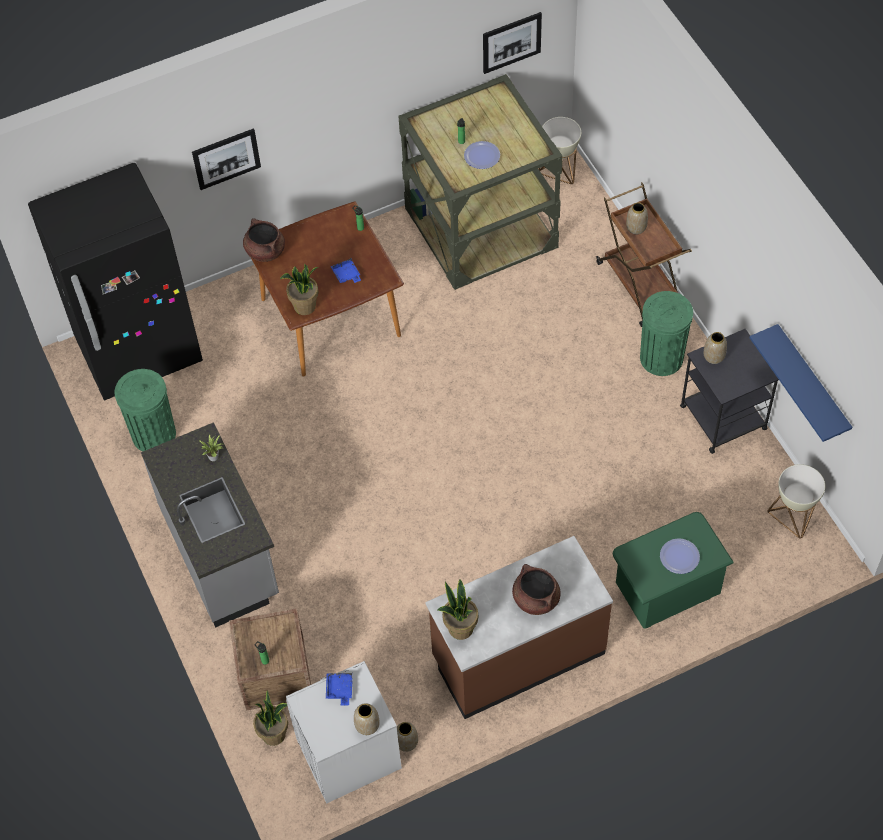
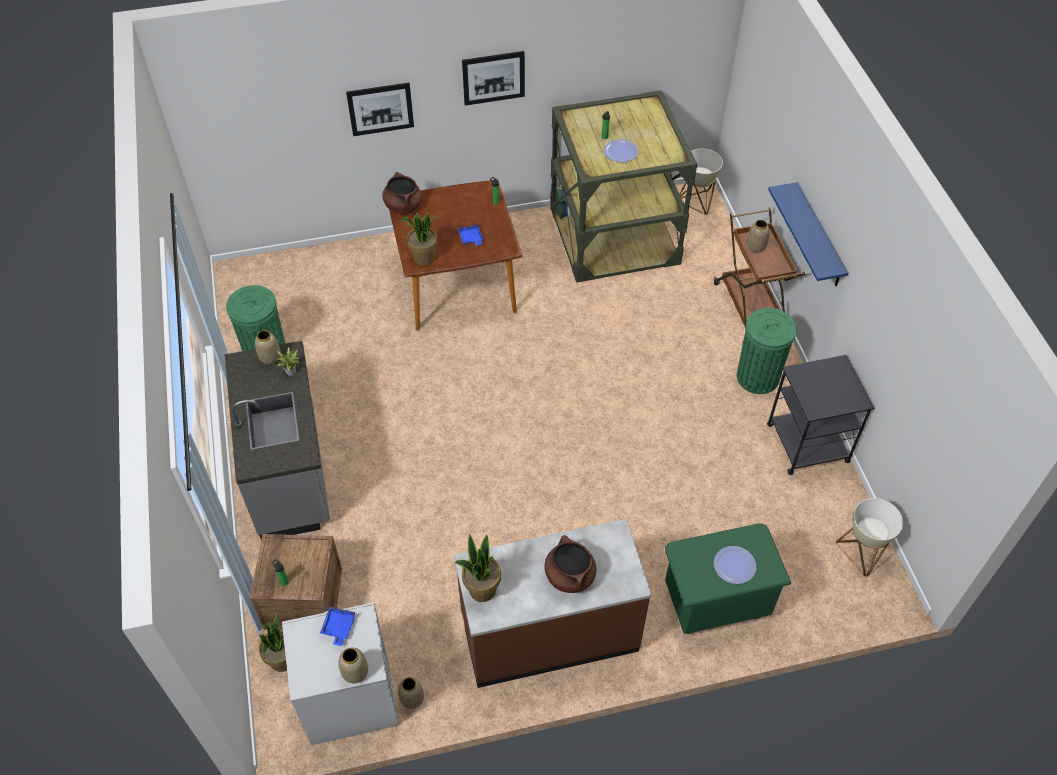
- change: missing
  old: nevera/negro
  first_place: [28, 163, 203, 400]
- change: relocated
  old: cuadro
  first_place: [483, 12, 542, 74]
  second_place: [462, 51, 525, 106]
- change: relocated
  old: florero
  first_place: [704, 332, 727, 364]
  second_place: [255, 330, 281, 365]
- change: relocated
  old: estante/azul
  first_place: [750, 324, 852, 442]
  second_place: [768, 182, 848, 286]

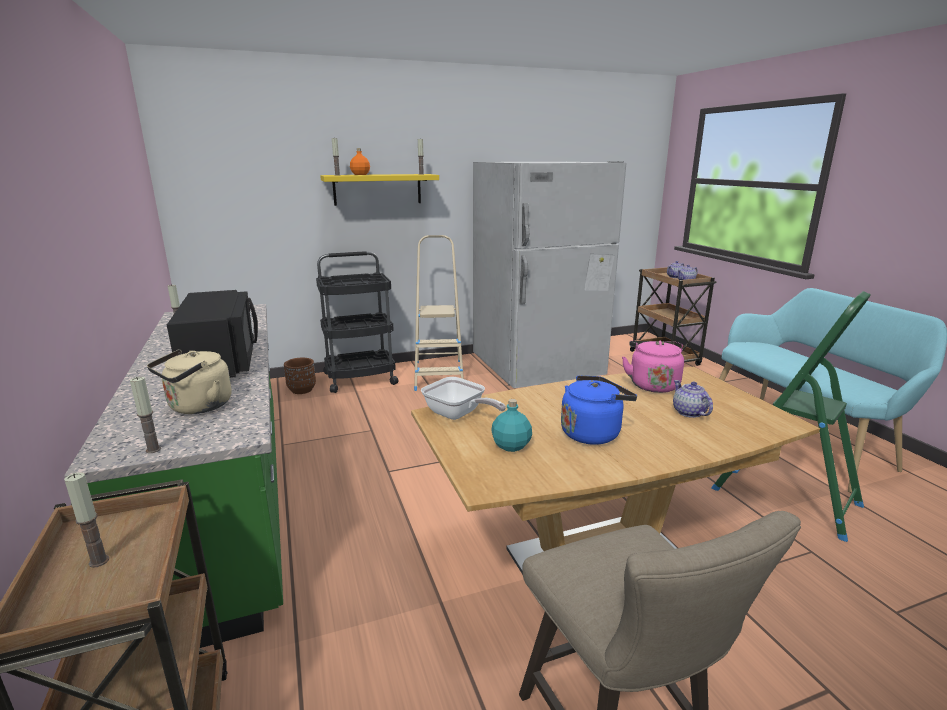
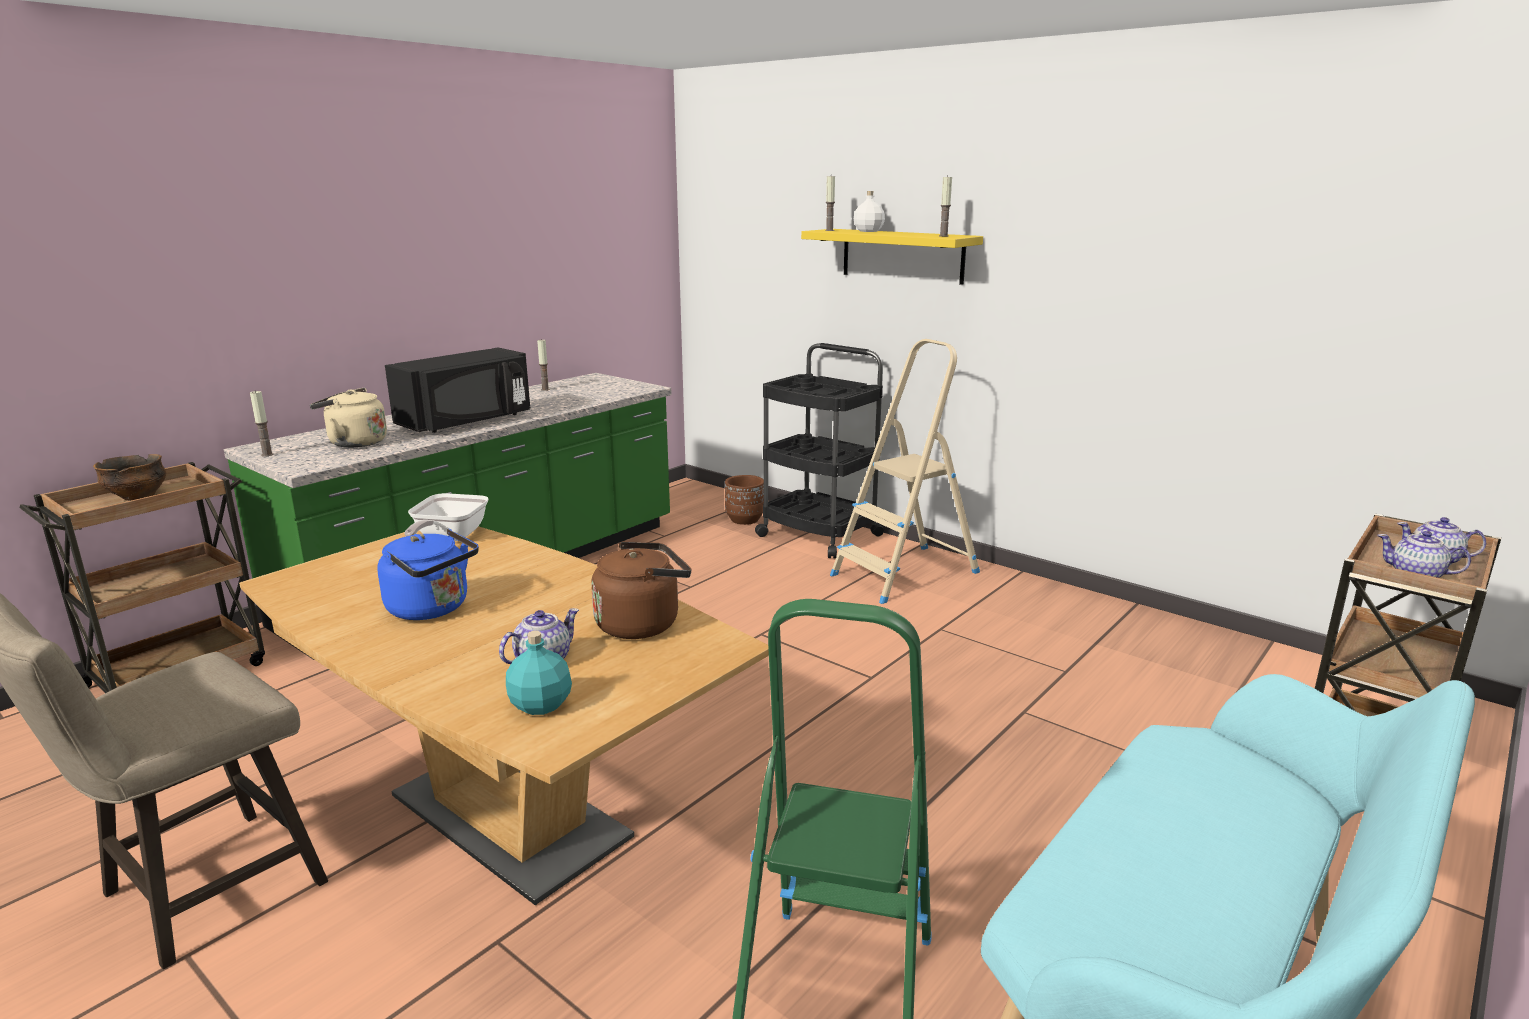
- change: exchanged
  old: vela
  new: cuenco
  first_place: [64, 472, 109, 568]
  second_place: [93, 454, 166, 501]
- change: colour
  old: botella/naranja
  new: botella/blanco
  first_place: [350, 148, 370, 175]
  second_place: [854, 191, 885, 232]
- change: missing
  old: nevera/blanco
  first_place: [473, 161, 626, 388]
- change: relocated
  old: botella/turquesa
  first_place: [491, 399, 532, 452]
  second_place: [506, 631, 572, 715]
- change: colour
  old: hervidor/rosa
  new: hervidor/marrón
  first_place: [622, 341, 684, 393]
  second_place: [591, 542, 691, 639]

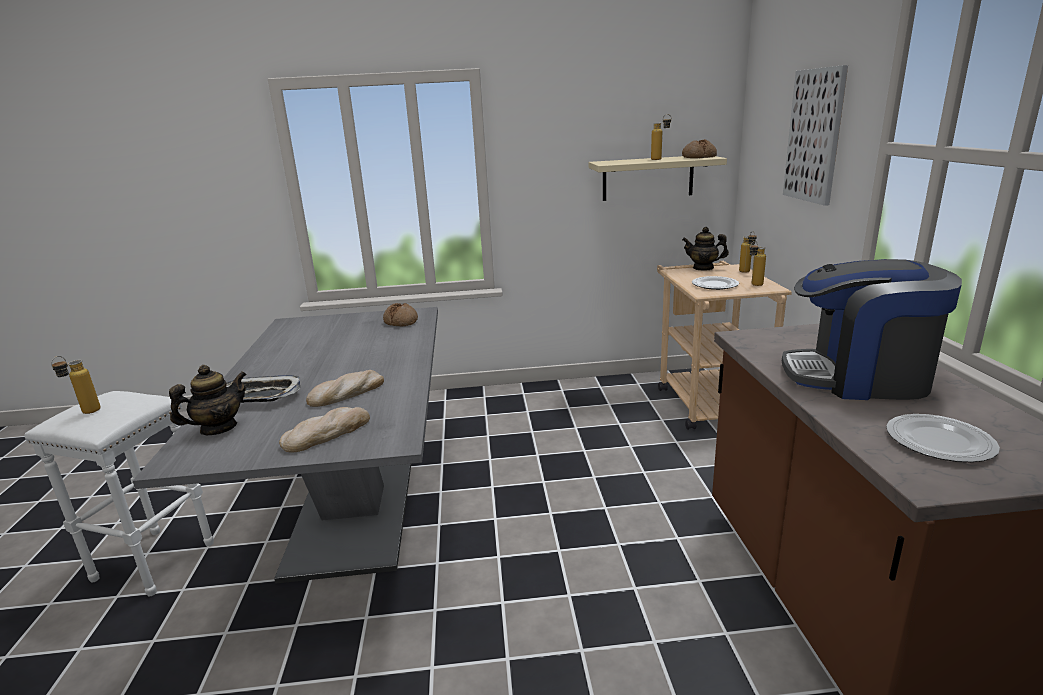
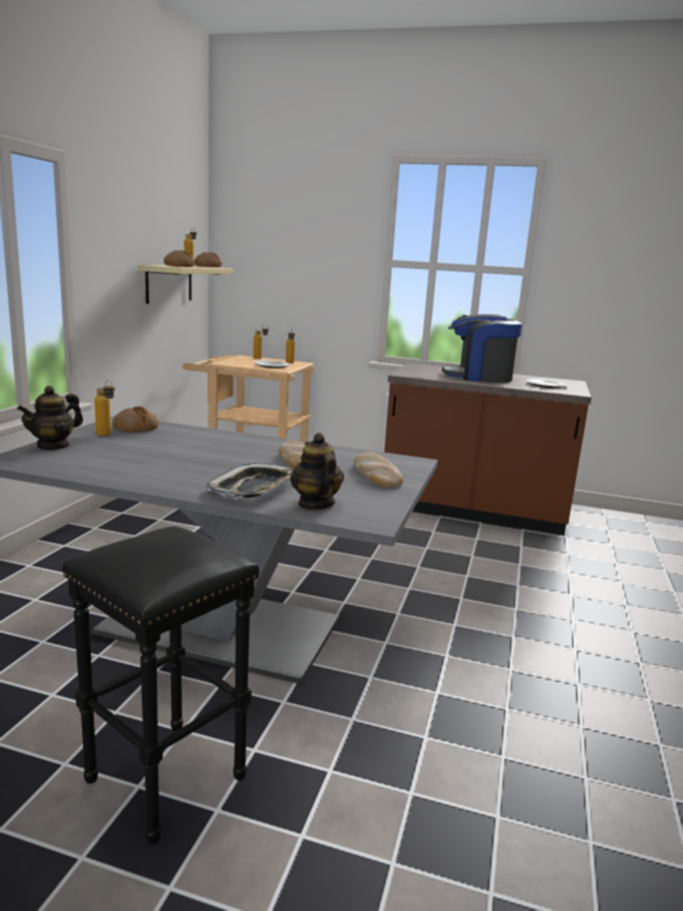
- change: colour
  old: taburete/blanco
  new: taburete/negro
  first_place: [25, 391, 214, 596]
  second_place: [62, 526, 259, 844]
- change: relocated
  old: botella
  first_place: [51, 356, 101, 414]
  second_place: [95, 380, 115, 436]
- change: relocated
  old: tetera
  first_place: [682, 227, 729, 271]
  second_place: [17, 386, 83, 450]
- change: spun
  old: cafetera
  first_place: [782, 259, 962, 400]
  second_place: [442, 314, 522, 383]
  degrees: 60
- change: missing
  old: cuadro
  first_place: [783, 65, 848, 206]
- change: appeared
  new: pan
  second_place: [164, 250, 195, 267]

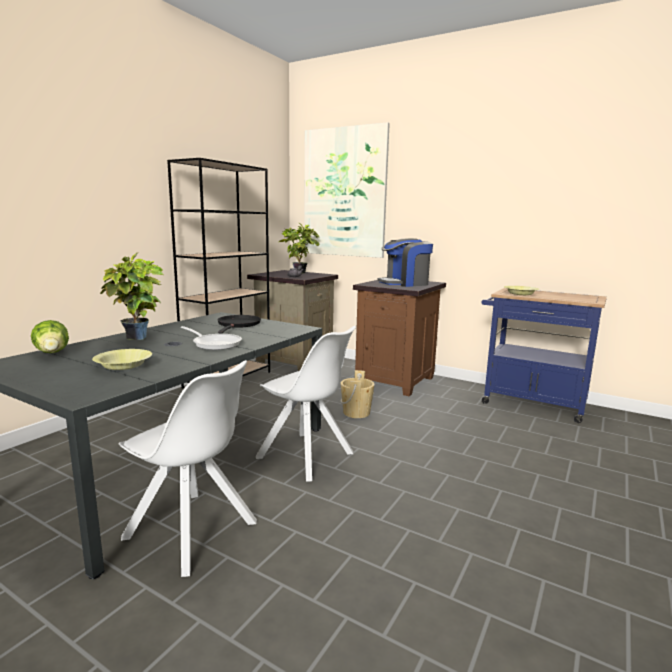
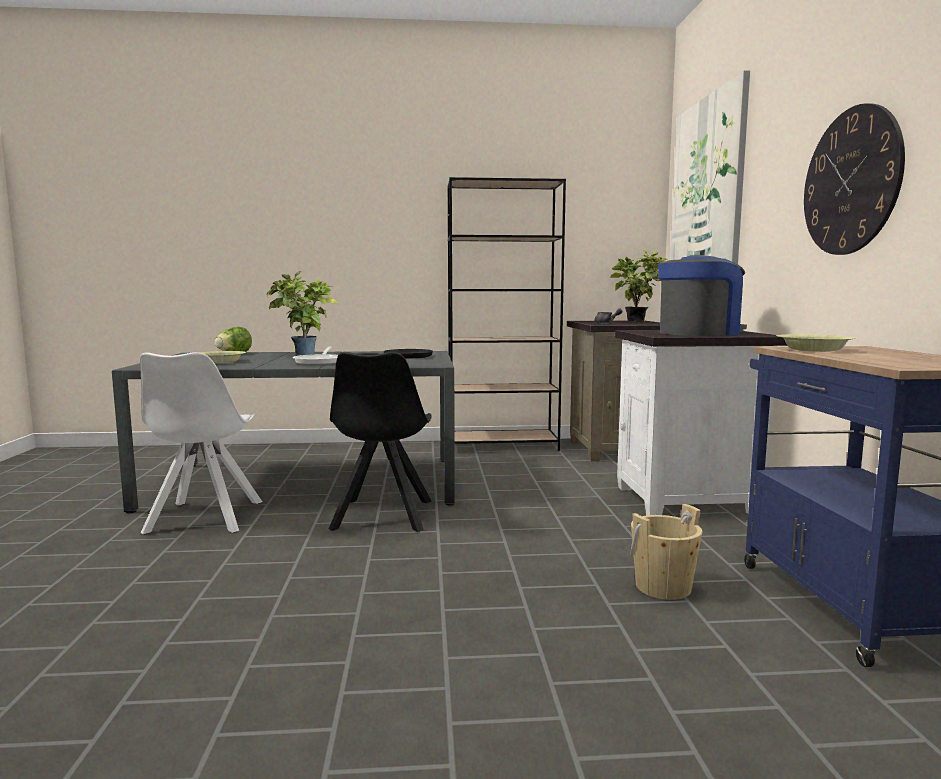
- change: colour
  old: silla/blanco
  new: silla/negro
  first_place: [256, 326, 356, 481]
  second_place: [329, 352, 432, 532]
- change: relocated
  old: cubo/beis
  first_place: [340, 370, 375, 418]
  second_place: [630, 504, 702, 600]
- change: colour
  old: armario/marrón
  new: armario/blanco
  first_place: [353, 280, 446, 396]
  second_place: [615, 330, 787, 515]
- change: spun
  old: cafetera
  first_place: [377, 238, 433, 287]
  second_place: [658, 255, 747, 336]
  degrees: 120
- change: appeared
  new: reloj de pared
  second_place: [804, 103, 905, 255]

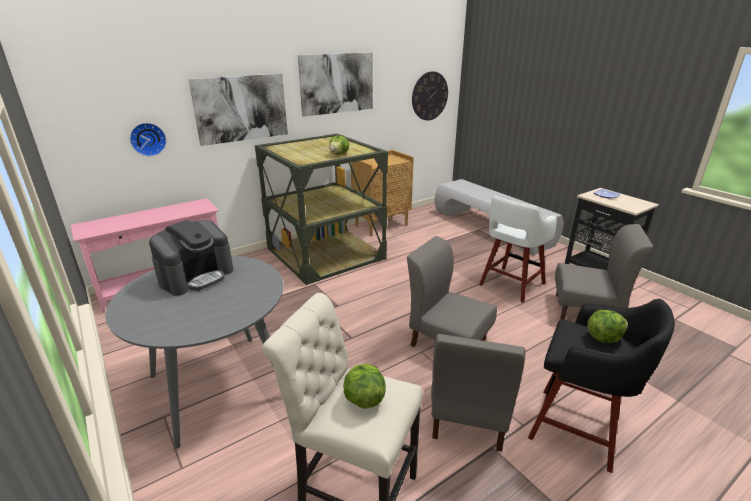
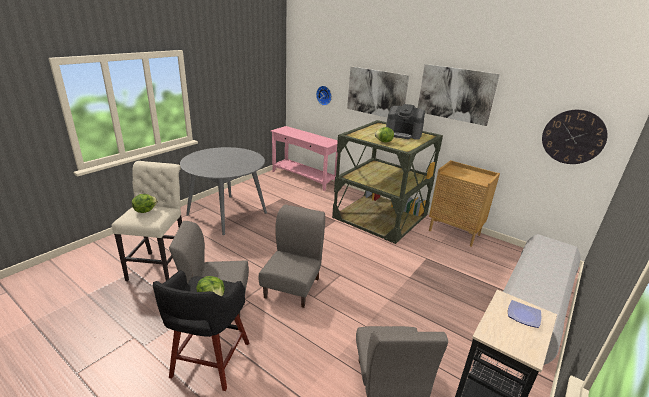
- change: relocated
  old: cafetera
  first_place: [149, 220, 233, 296]
  second_place: [386, 104, 425, 140]
- change: missing
  old: taburete/blanco
  first_place: [479, 196, 557, 303]

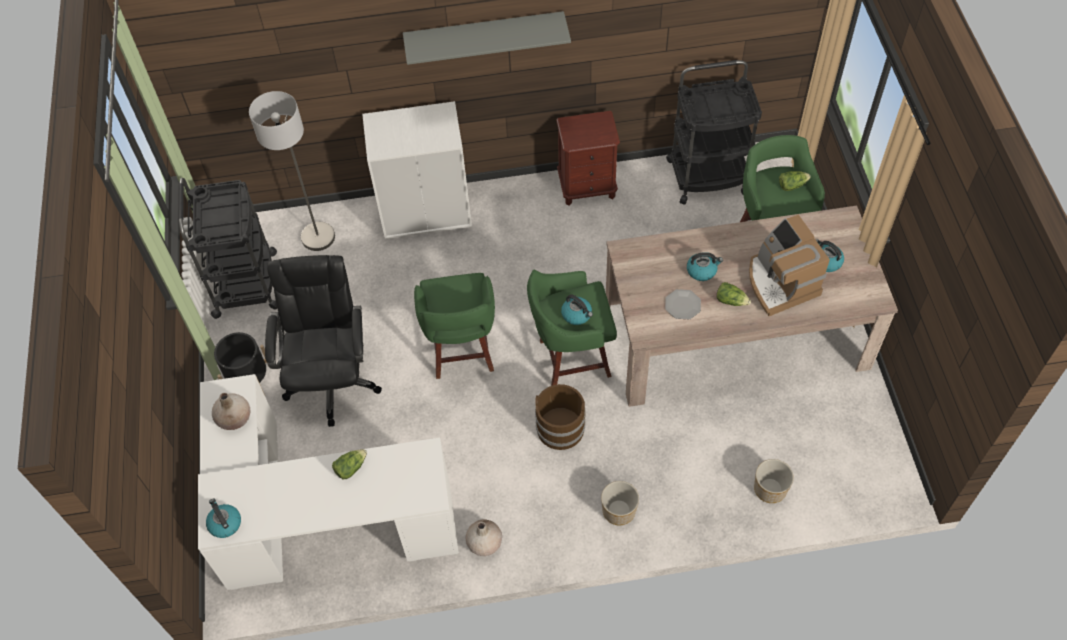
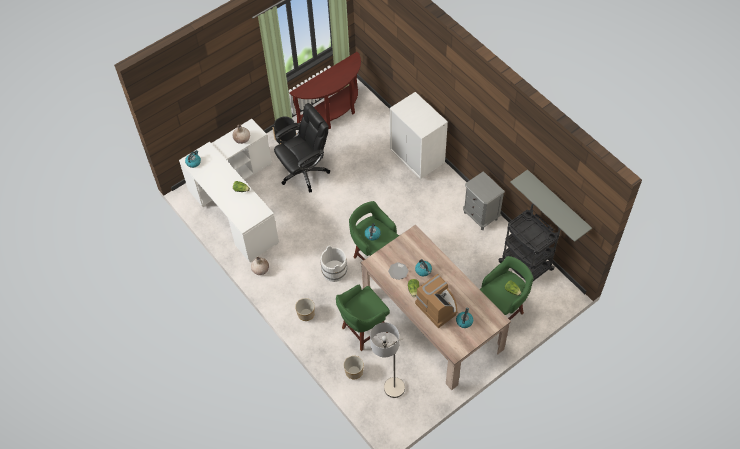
- change: exchanged
  old: carrito/negro
  new: mesa consola/marrón
  first_place: [179, 178, 277, 319]
  second_place: [289, 52, 361, 129]
- change: relocated
  old: lámpara de pie/gris
  first_place: [249, 91, 335, 251]
  second_place: [370, 322, 405, 398]
- change: relocated
  old: estante/gris
  first_place: [403, 11, 571, 65]
  second_place: [510, 170, 592, 242]
- change: relocated
  old: taburete/verde
  first_place: [414, 273, 495, 379]
  second_place: [336, 285, 390, 351]
- change: colour
  old: cubo/marrón
  new: cubo/blanco
  first_place: [535, 384, 586, 450]
  second_place: [321, 245, 347, 282]
- change: colour
  old: mesita de noche/marrón
  new: mesita de noche/gris
  first_place: [556, 111, 620, 206]
  second_place: [463, 171, 505, 230]
- change: spun
  old: cafetera
  first_place: [749, 214, 830, 316]
  second_place: [415, 274, 457, 328]
  degrees: 105

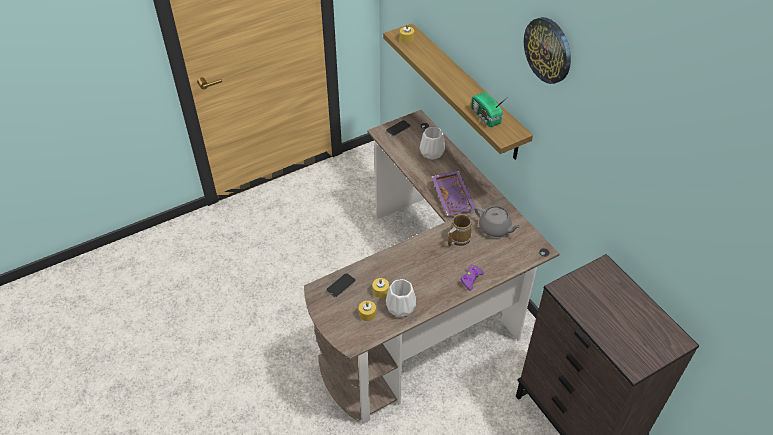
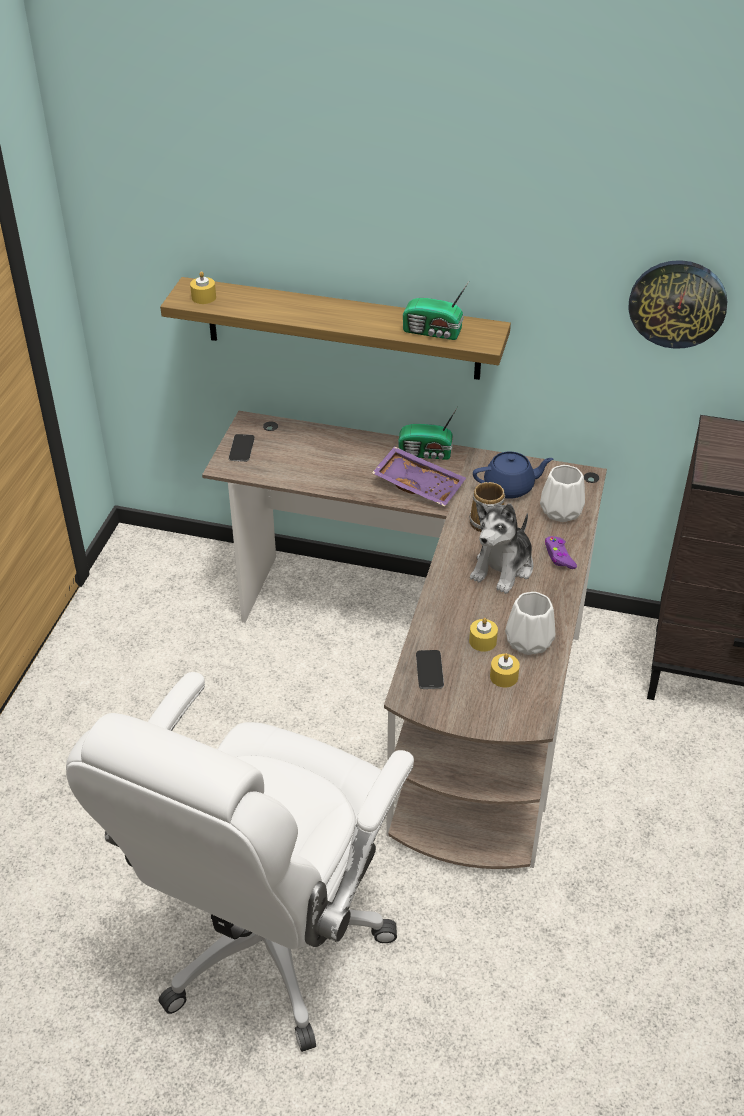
- change: relocated
  old: florero/blanco
  first_place: [420, 127, 445, 160]
  second_place: [540, 465, 585, 522]
- change: colour
  old: tetera/gris
  new: tetera/azul
  first_place: [475, 206, 522, 237]
  second_place: [473, 452, 554, 499]
- change: relocated
  old: reloj de pared
  first_place: [524, 17, 571, 84]
  second_place: [628, 260, 727, 349]
- change: appeared
  new: silla de oficina/blanco
  second_place: [66, 672, 414, 1052]
- change: appeared
  new: radio
  second_place: [398, 407, 458, 460]
- change: appeared
  new: peluche
  second_place: [470, 501, 533, 594]

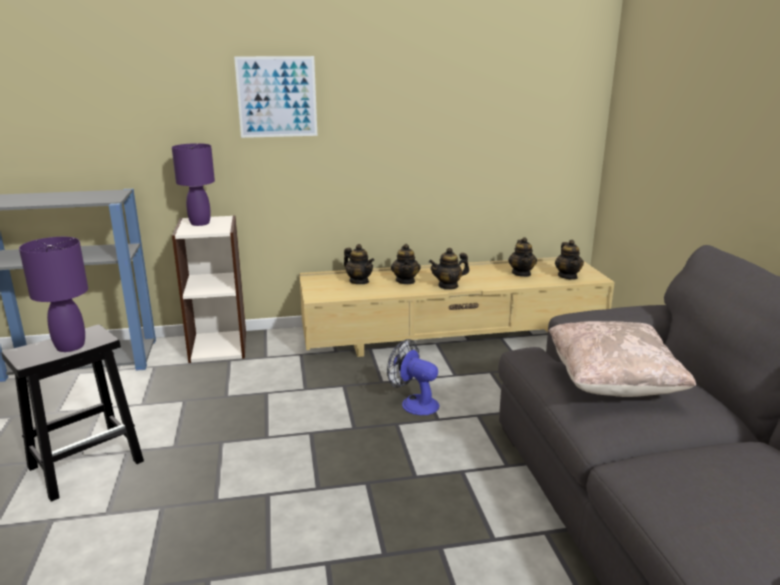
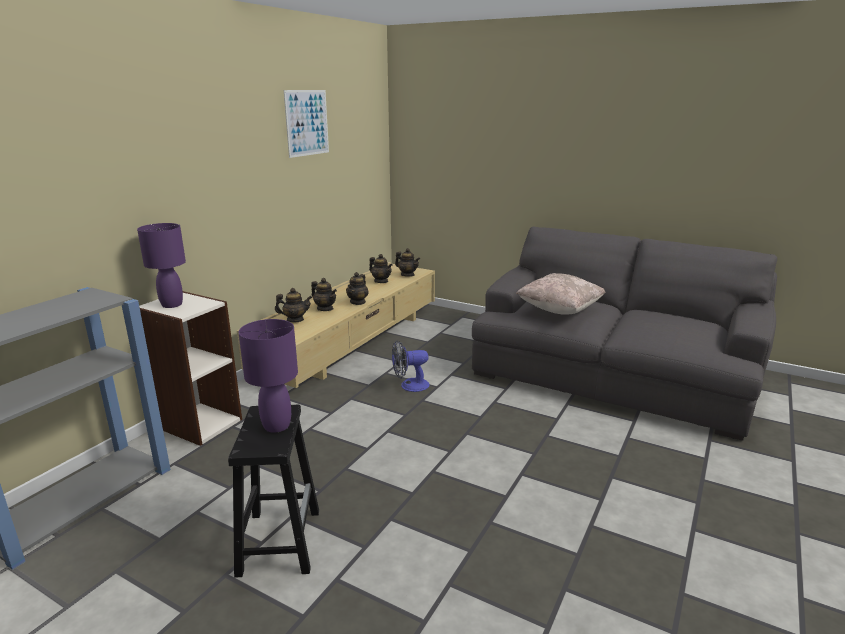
- change: relocated
  old: cuadro
  first_place: [234, 56, 317, 138]
  second_place: [284, 90, 329, 158]

